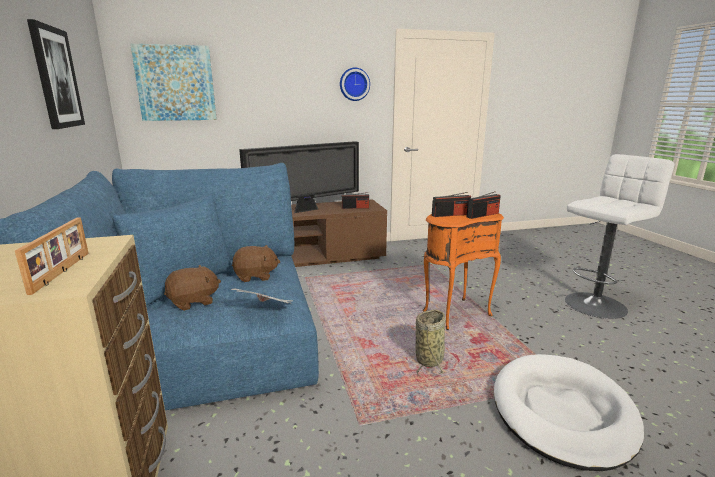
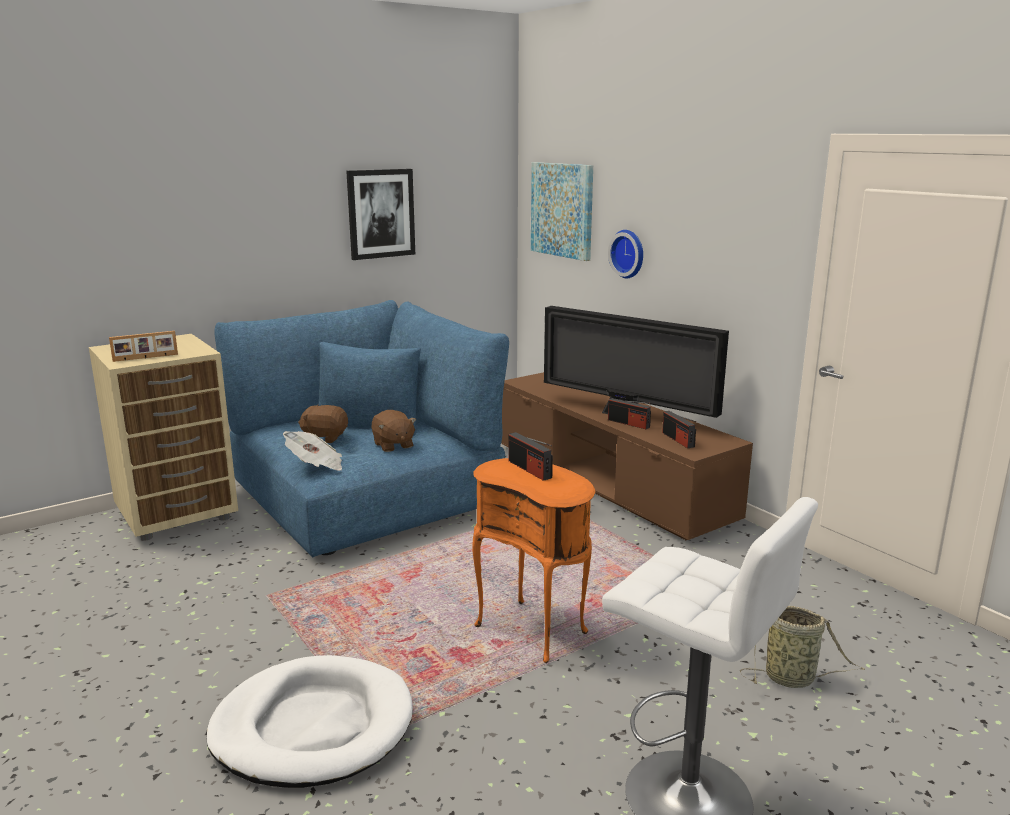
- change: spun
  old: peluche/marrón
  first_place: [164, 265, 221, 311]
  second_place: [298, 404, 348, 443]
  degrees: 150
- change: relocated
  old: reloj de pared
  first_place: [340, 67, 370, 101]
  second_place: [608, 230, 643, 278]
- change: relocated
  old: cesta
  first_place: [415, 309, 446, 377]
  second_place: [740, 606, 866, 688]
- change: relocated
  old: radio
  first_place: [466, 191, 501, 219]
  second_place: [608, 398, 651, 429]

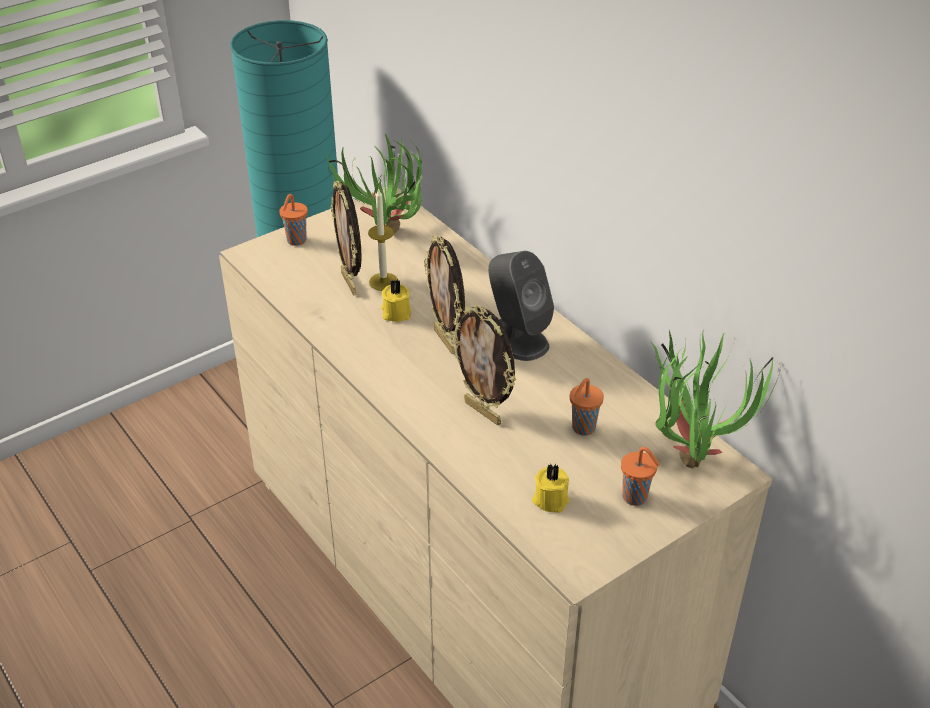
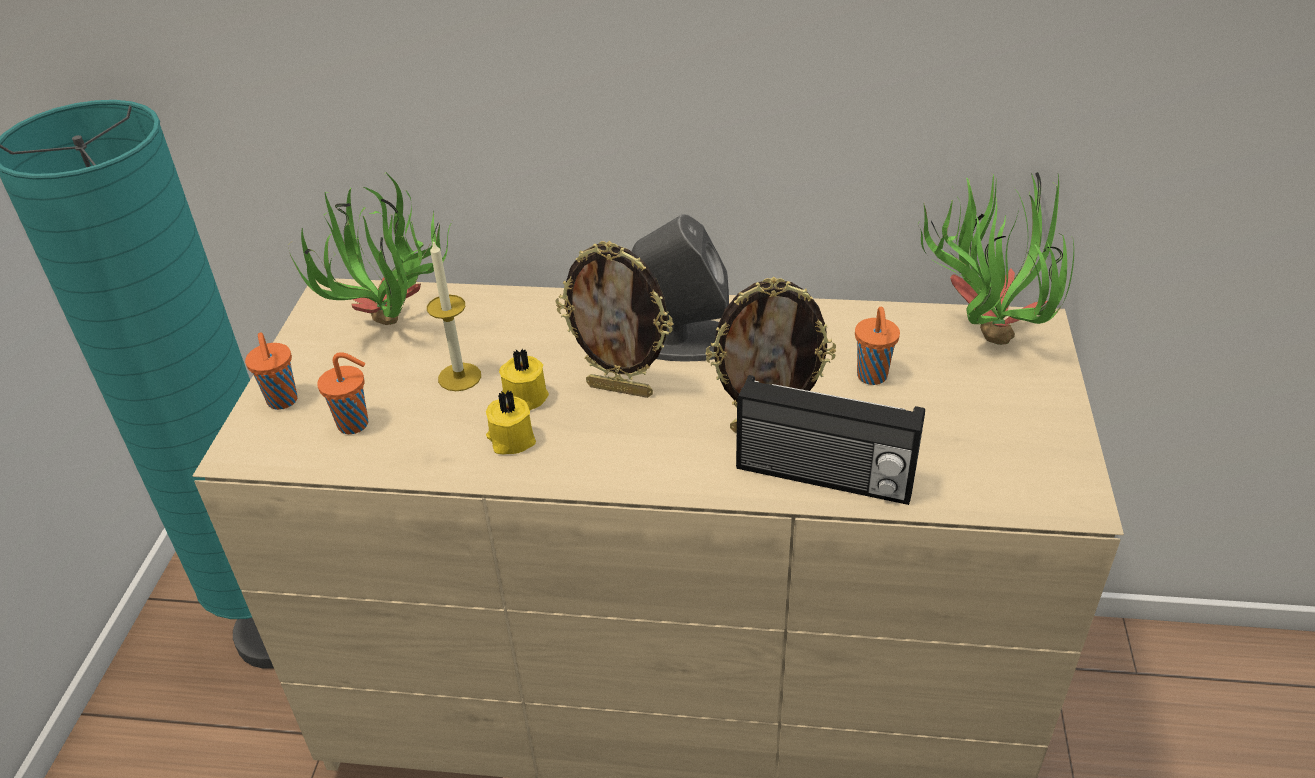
- change: missing
  old: portarretratos
  first_place: [331, 181, 362, 296]
- change: relocated
  old: vela/amarillo
  first_place: [532, 463, 569, 513]
  second_place: [486, 390, 536, 454]
- change: relocated
  old: taza/naranja
  first_place: [621, 447, 660, 506]
  second_place: [317, 352, 368, 434]
- change: appeared
  new: radio
  second_place: [736, 375, 925, 505]

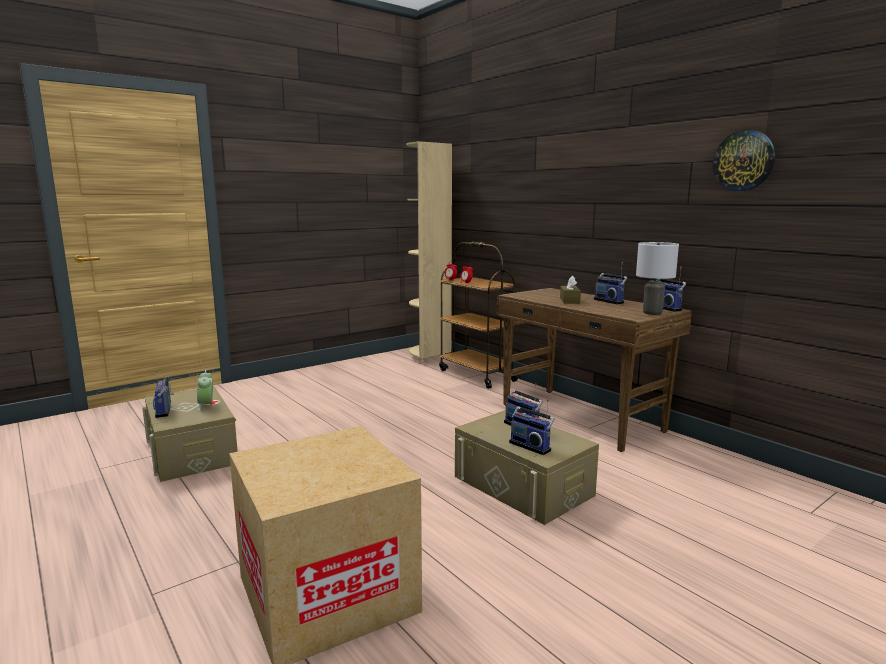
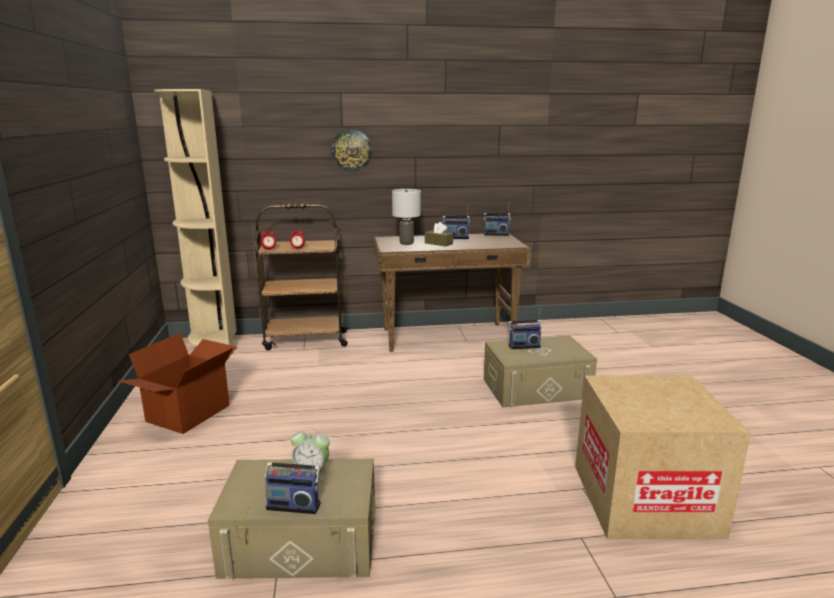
- change: missing
  old: radio
  first_place: [509, 399, 555, 455]
- change: relocated
  old: lámpara de mesa/blanco
  first_place: [636, 242, 679, 315]
  second_place: [392, 189, 421, 245]
- change: relocated
  old: reloj de pared
  first_place: [713, 129, 775, 191]
  second_place: [331, 129, 372, 172]
- change: appeared
  new: caja de cartón
  second_place: [119, 333, 237, 434]

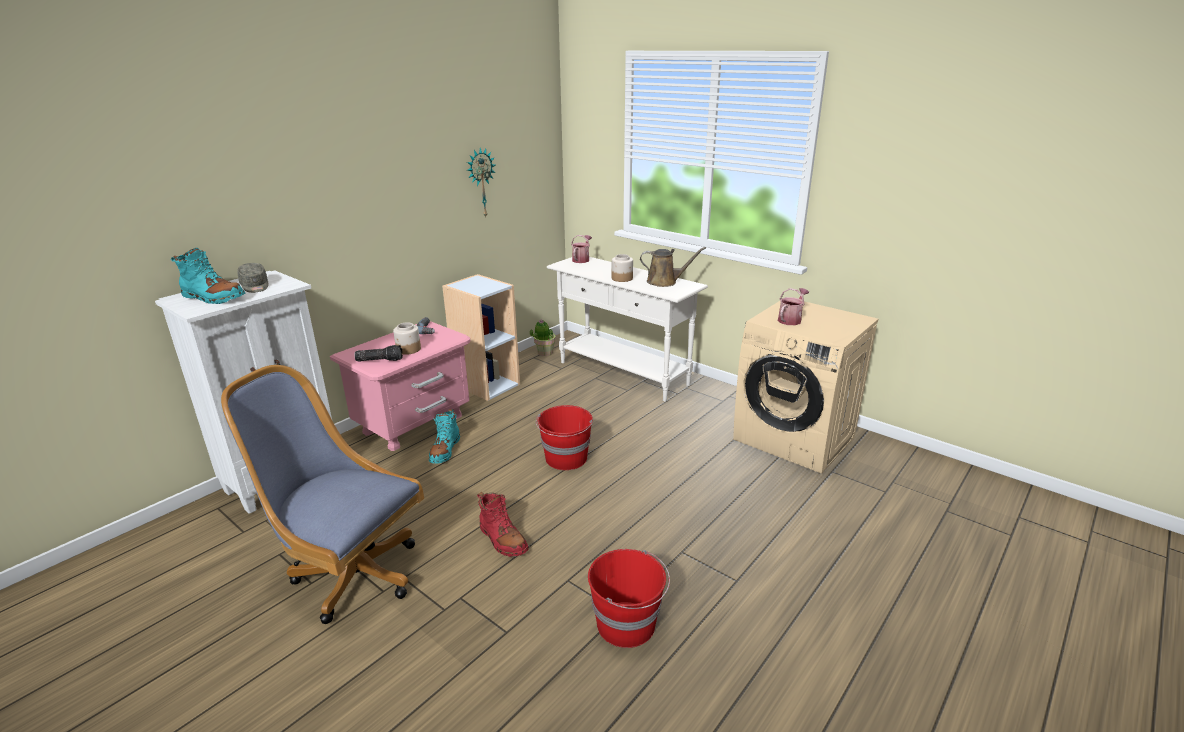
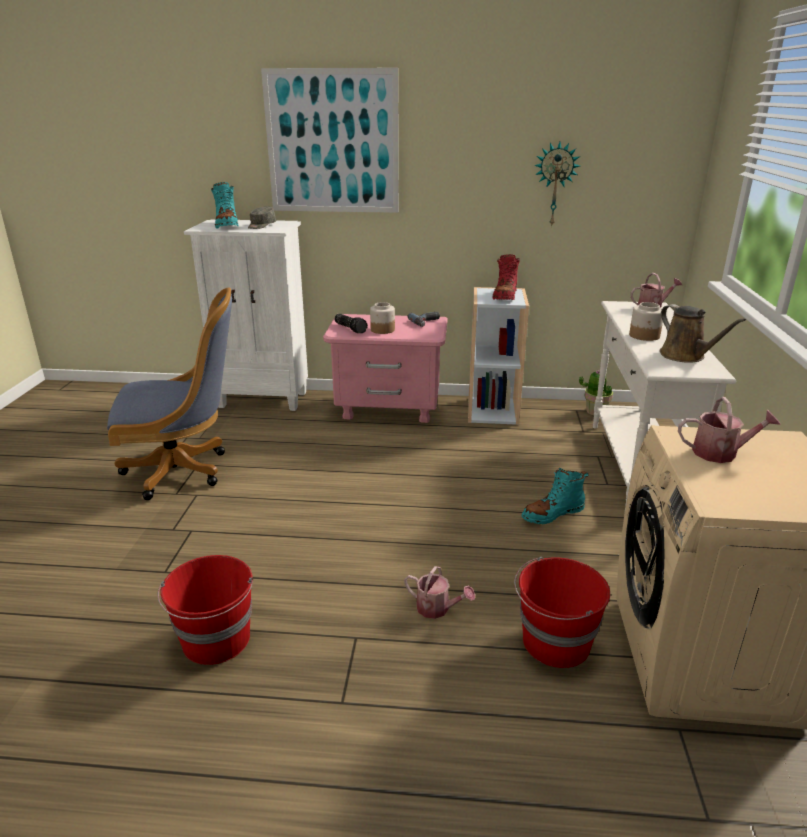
- change: spun
  old: silla de oficina/azul
  first_place: [221, 365, 424, 624]
  second_place: [107, 288, 232, 500]
  degrees: 90
- change: relocated
  old: bota/turquesa
  first_place: [429, 409, 460, 464]
  second_place: [522, 468, 589, 524]
- change: relocated
  old: bota/rojo
  first_place: [477, 492, 528, 557]
  second_place: [493, 254, 520, 300]
- change: relocated
  old: cubo/rojo
  first_place: [536, 405, 593, 470]
  second_place: [514, 557, 610, 668]
- change: appeared
  new: cuadro
  second_place: [261, 68, 399, 213]
- change: appeared
  new: regadera
  second_place: [404, 566, 475, 619]

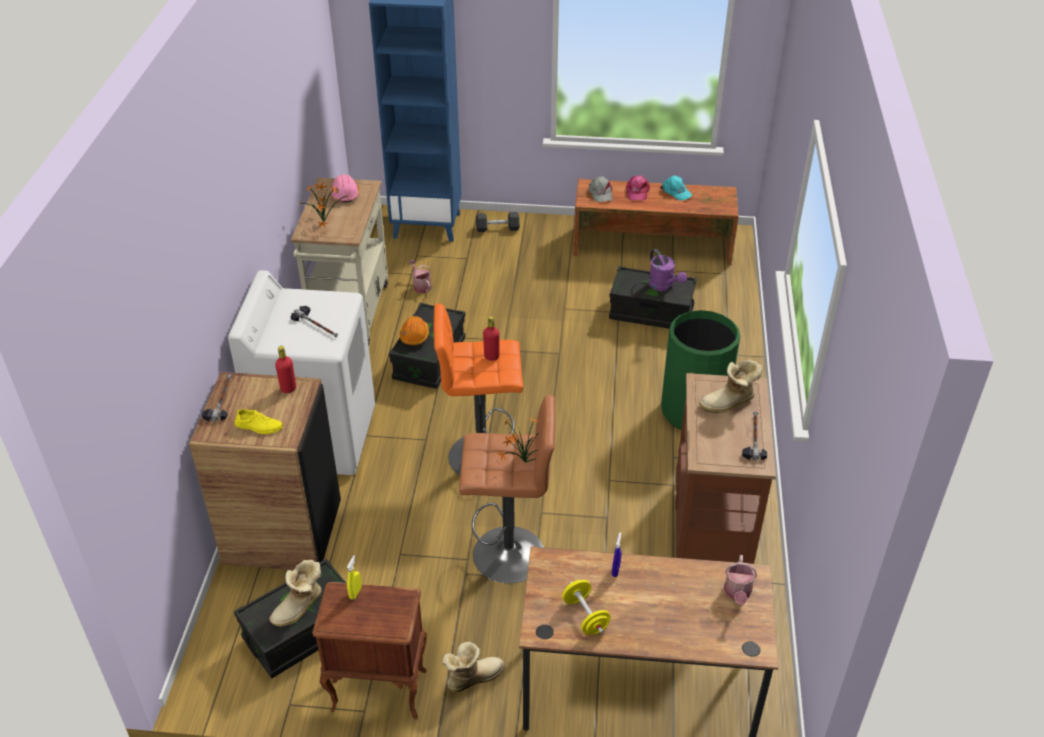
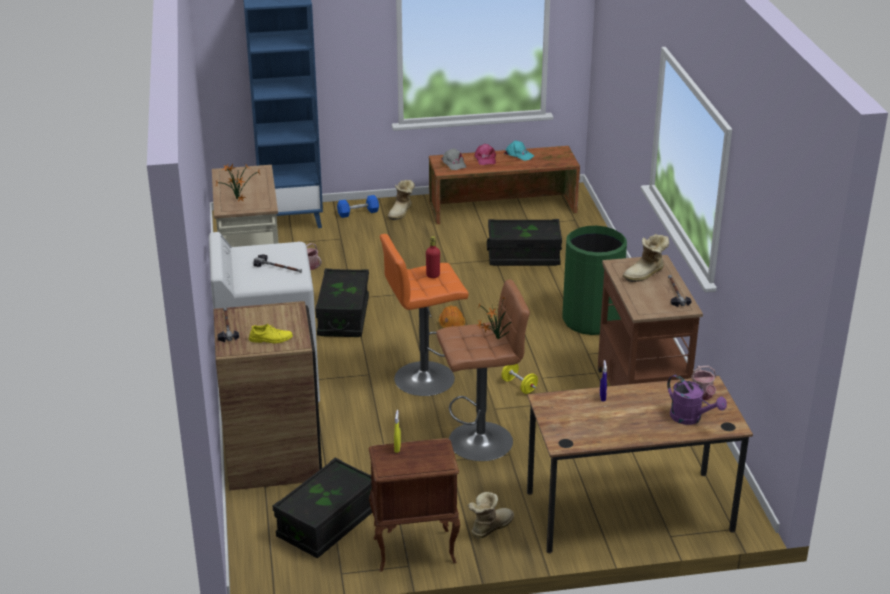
- change: relocated
  old: bota
  first_place: [270, 560, 322, 627]
  second_place: [388, 180, 415, 220]
- change: missing
  old: botella/rojo
  first_place: [275, 346, 296, 393]
- change: missing
  old: casco/rosa
  first_place: [331, 174, 359, 203]
- change: relocated
  old: casco/naranja
  first_place: [399, 316, 429, 346]
  second_place: [439, 305, 465, 328]
- change: colour
  old: mancuerna/gris
  new: mancuerna/azul
  first_place: [476, 212, 520, 232]
  second_place: [337, 195, 379, 218]
- change: relocated
  old: mancuerna/amarillo
  first_place: [562, 580, 611, 635]
  second_place: [502, 364, 538, 394]
- change: relocated
  old: regadera/morado
  first_place: [649, 249, 687, 291]
  second_place: [667, 375, 727, 425]

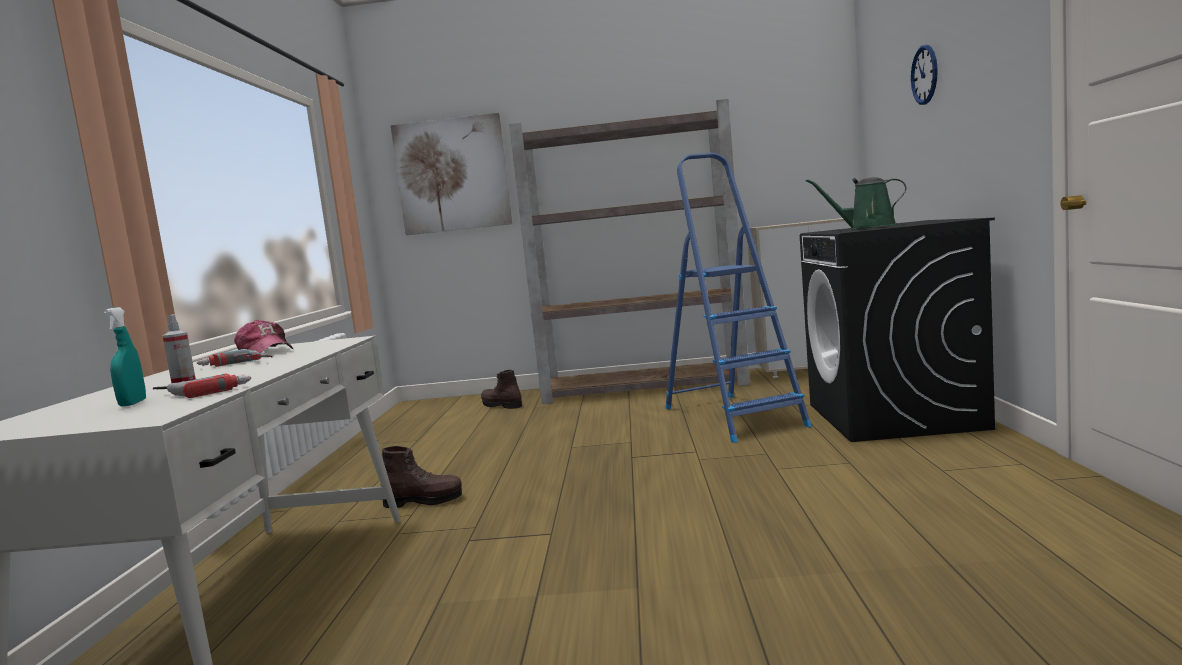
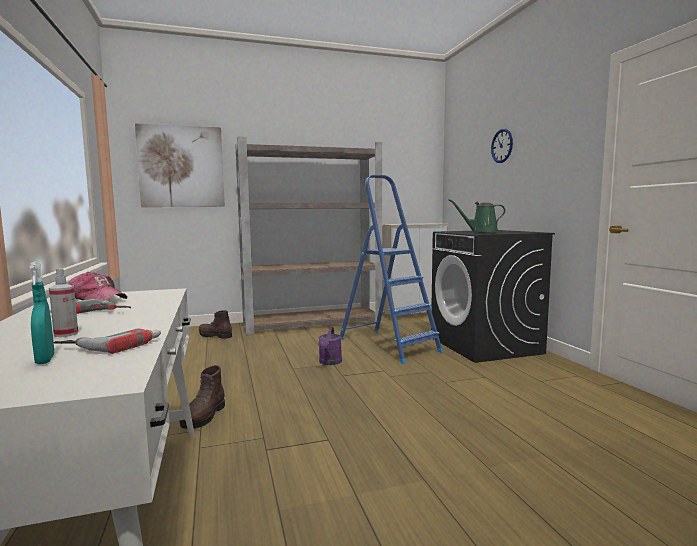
- change: spun
  old: bota/marrón
  first_place: [382, 446, 462, 508]
  second_place: [179, 365, 225, 429]
  degrees: 120
- change: appeared
  new: regadera/morado
  second_place: [318, 327, 342, 365]

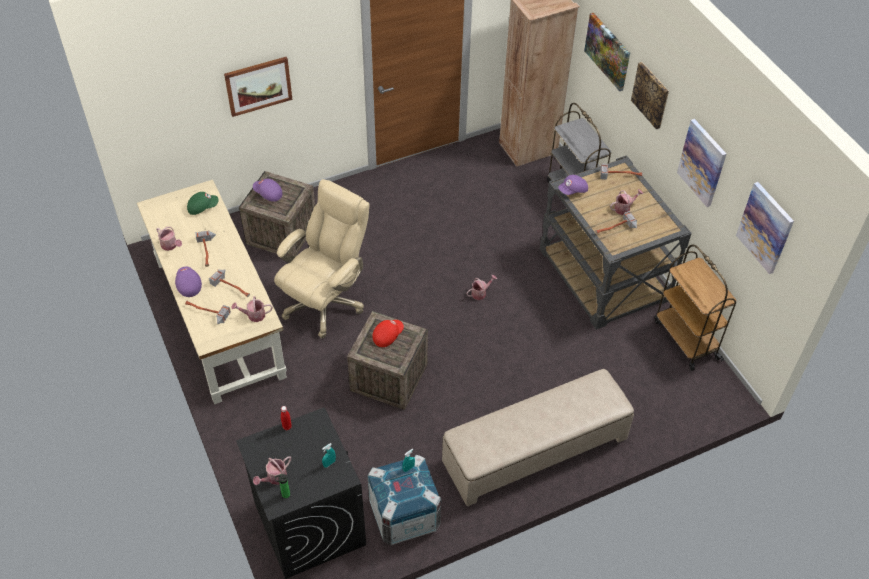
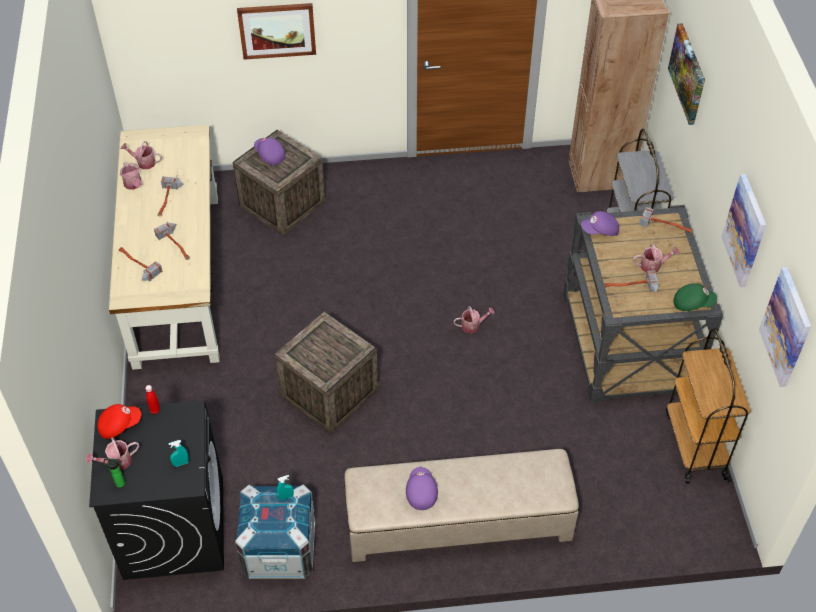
- change: relocated
  old: gorra/morado
  first_place: [175, 266, 202, 297]
  second_place: [406, 467, 438, 510]
- change: relocated
  old: gorra/verde
  first_place: [187, 192, 219, 215]
  second_place: [673, 283, 717, 311]
- change: relocated
  old: regadera
  first_place: [231, 296, 272, 322]
  second_place: [121, 141, 162, 169]
- change: missing
  old: silla de oficina/beis
  first_place: [274, 179, 369, 339]
- change: relocated
  old: gorra/rojo
  first_place: [372, 320, 404, 347]
  second_place: [97, 404, 141, 439]
- change: missing
  old: cuadro
  first_place: [631, 62, 669, 129]

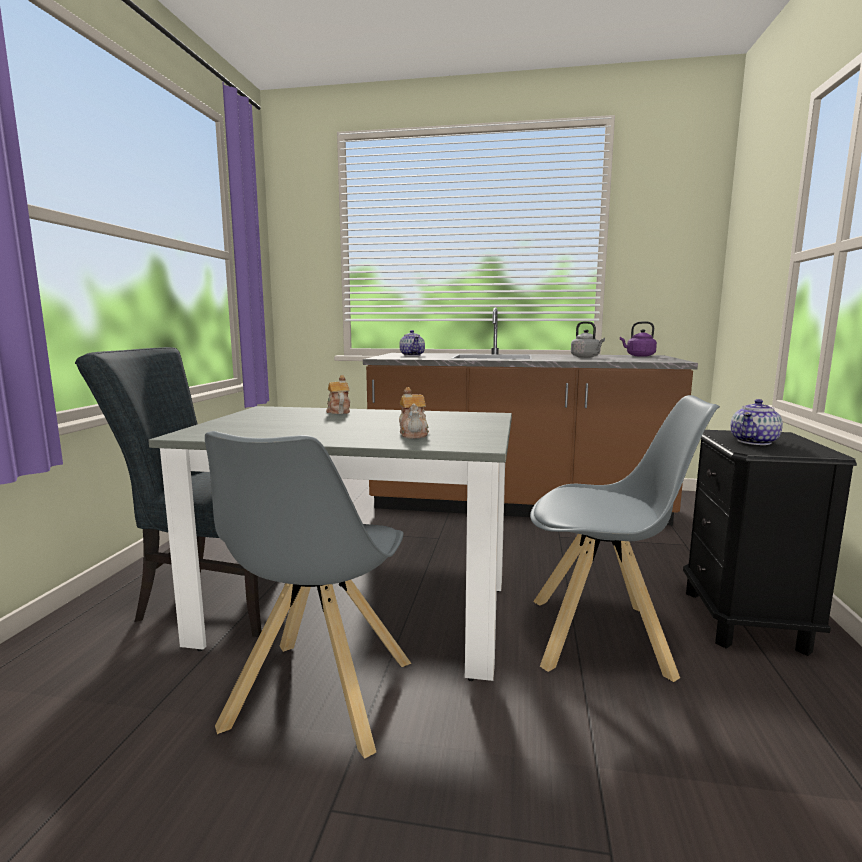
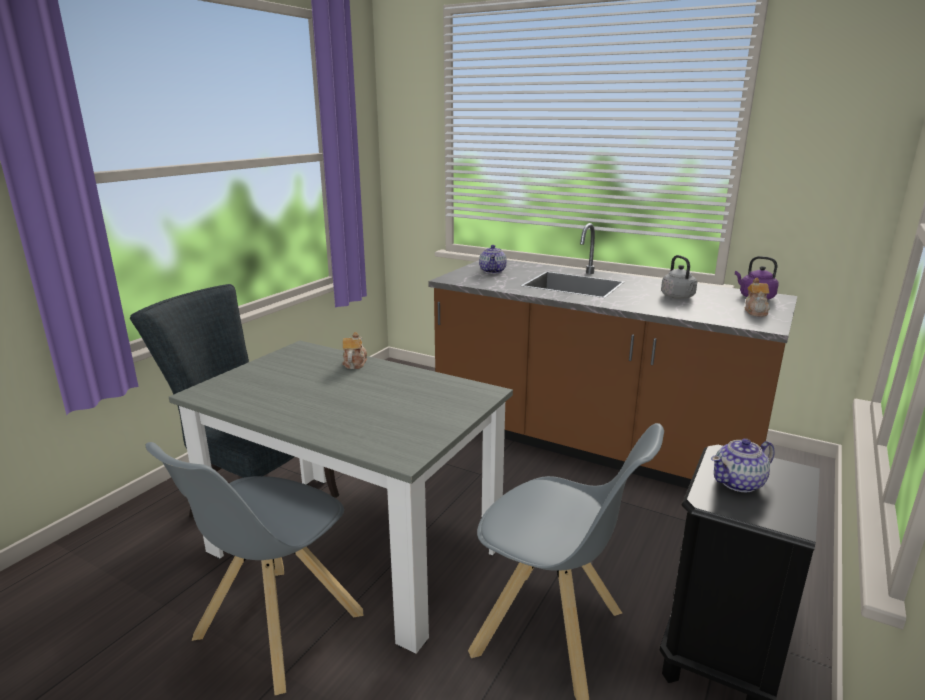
- change: relocated
  old: tetera
  first_place: [399, 387, 429, 438]
  second_place: [745, 278, 770, 317]

